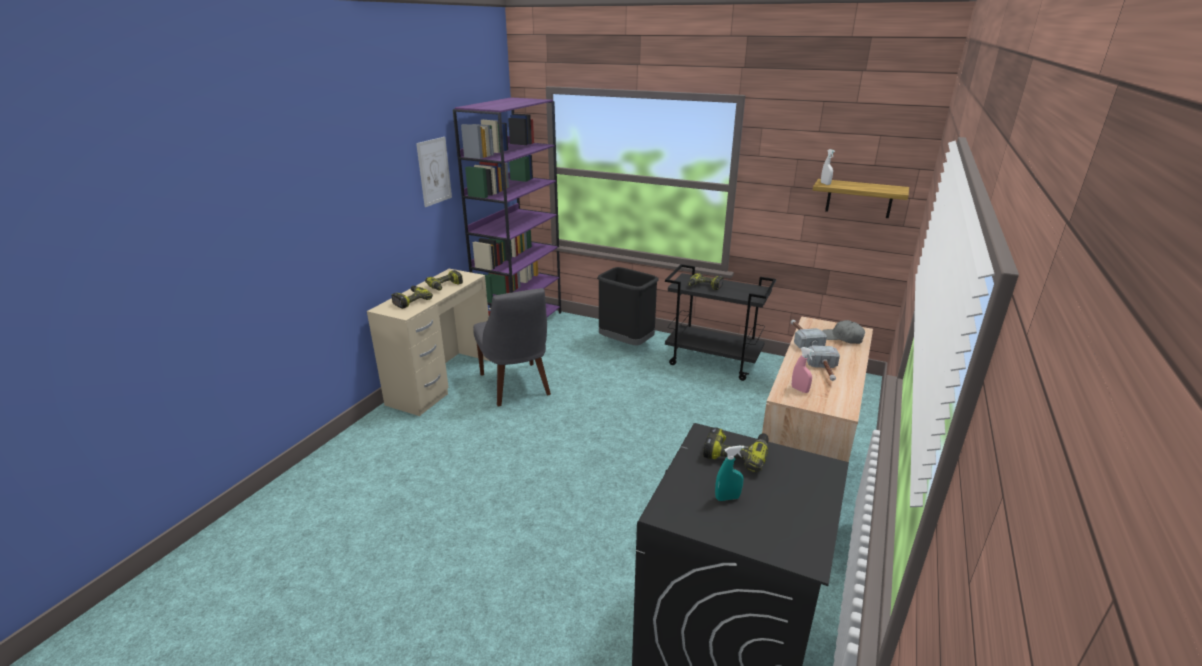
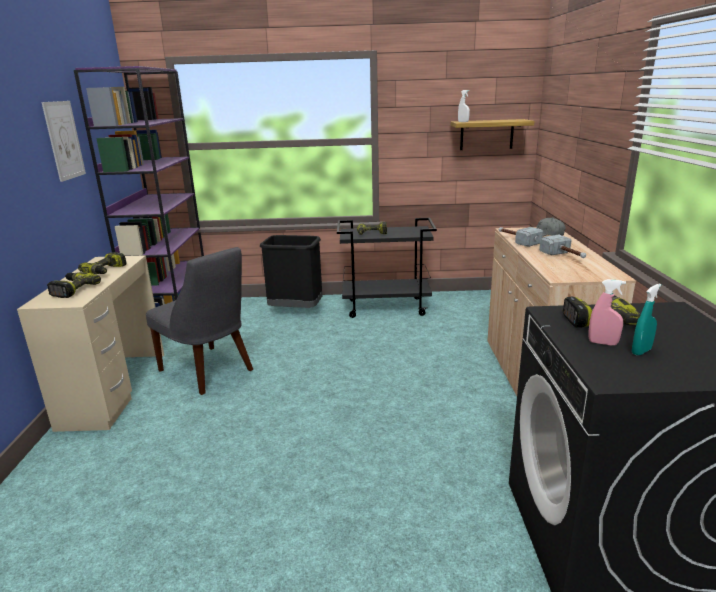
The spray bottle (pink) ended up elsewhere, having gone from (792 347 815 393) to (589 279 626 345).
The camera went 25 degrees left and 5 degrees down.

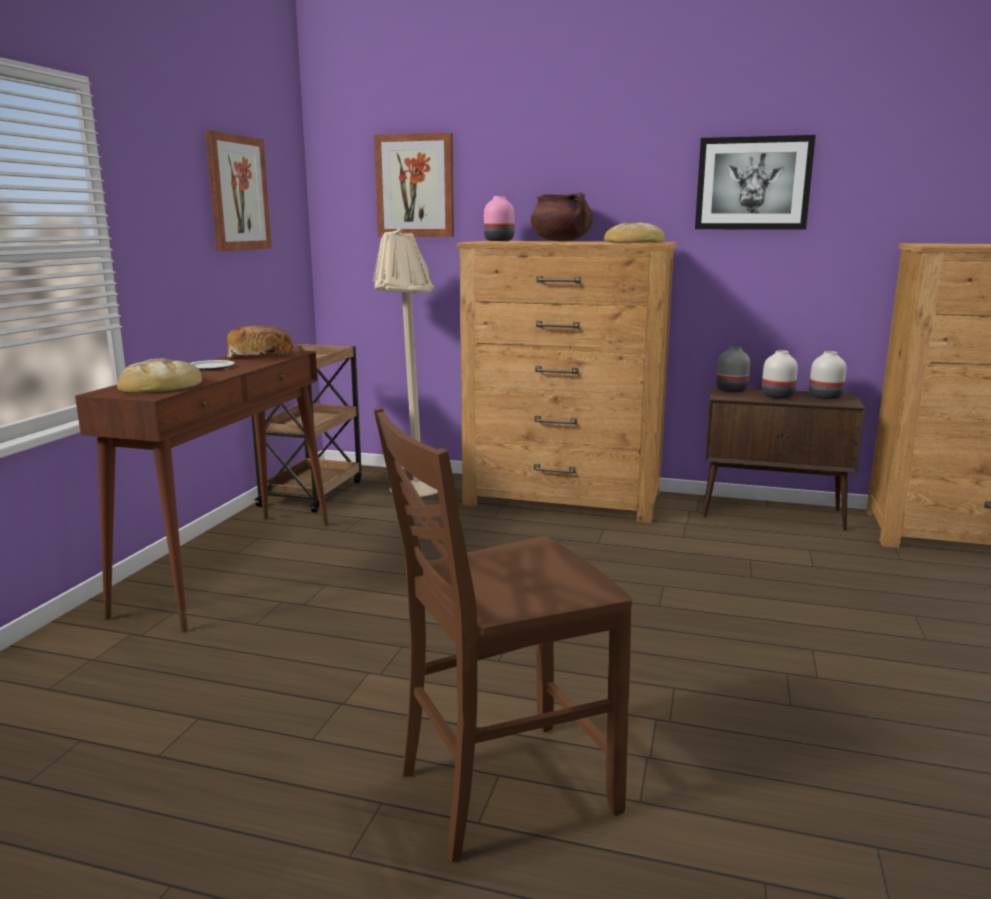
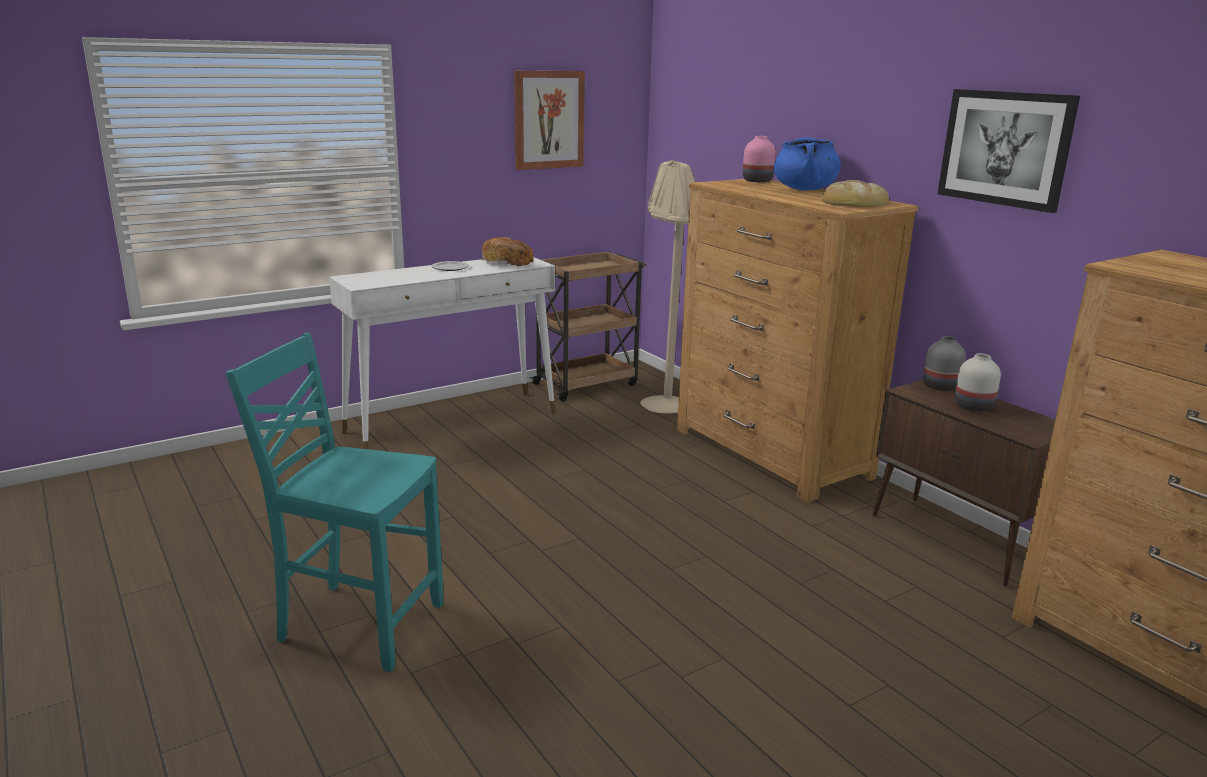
The second view lost the bread at (117 359 202 393).
The second view lost the picture at (374 133 454 237).
The second view lost the vase (white) at (809 351 847 399).
What was the console table (brown) at (75 350 329 632) turned into the console table (white) at (329 257 555 449).
What was the chair (brown) at (374 407 632 862) turned into the chair (turquoise) at (226 333 444 672).
What was the cooking pot (brown) at (531 192 593 241) turned into the cooking pot (blue) at (773 137 841 190).
The camera went 40 degrees right and 5 degrees up.

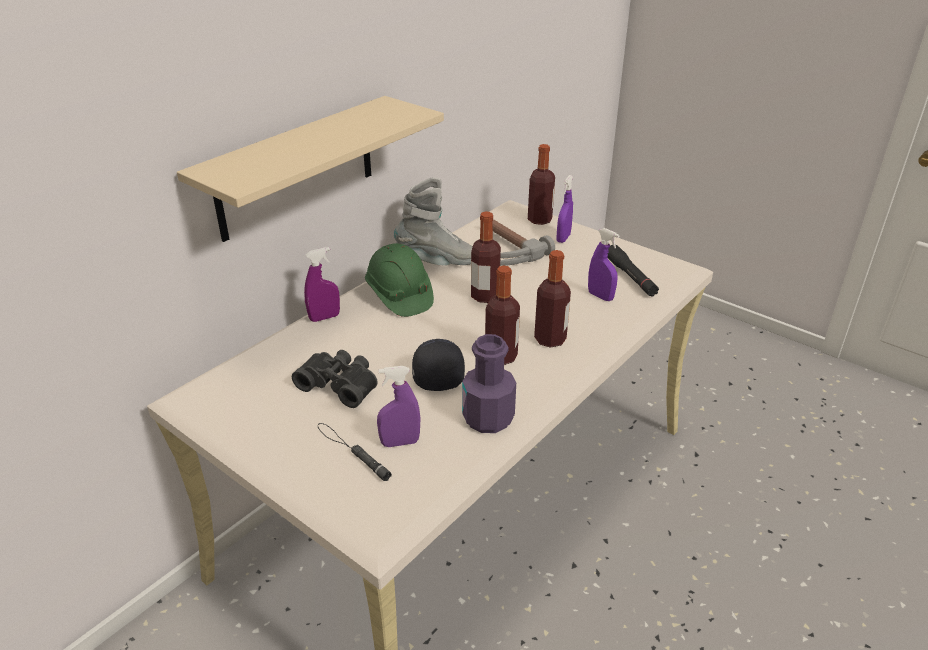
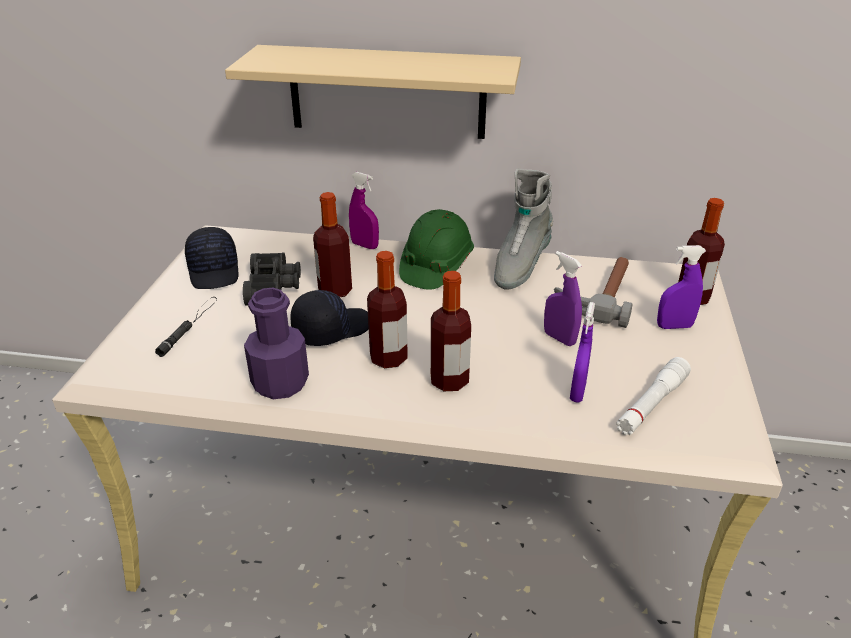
The second view gained the cap (black) at (185 227 239 289).
The spray bottle (purple) ended up elsewhere, having gone from (377 366 421 447) to (544 251 582 346).
The bottle ended up elsewhere, having gone from (471 212 501 303) to (313 192 352 297).
What was the flashlight (black) at (607 245 659 296) turned into the flashlight (white) at (616 357 691 435).
The boot (grey) at (394 178 473 266) ended up facing another way, 60 degrees clockwise from before.
The camera went 60 degrees right and 0 degrees up.

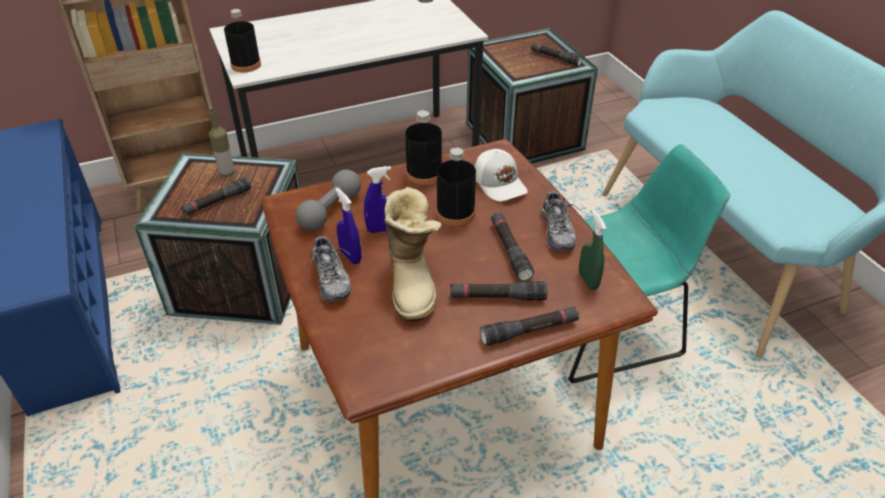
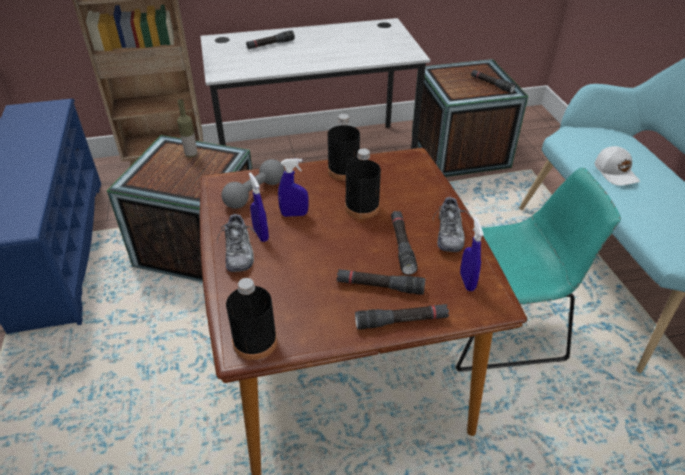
The second view lost the boot at (384 187 442 321).
The flashlight (black) ended up elsewhere, having gone from (181 177 251 216) to (246 30 295 49).
The bottle (black) ended up elsewhere, having gone from (224 9 261 72) to (226 278 277 360).
The cap (white) ended up elsewhere, having gone from (475 149 528 201) to (595 146 640 186).
What was the spray bottle (green) at (579 210 606 290) turned into the spray bottle (blue) at (460 217 484 291).
The camera went 10 degrees right and 0 degrees up.

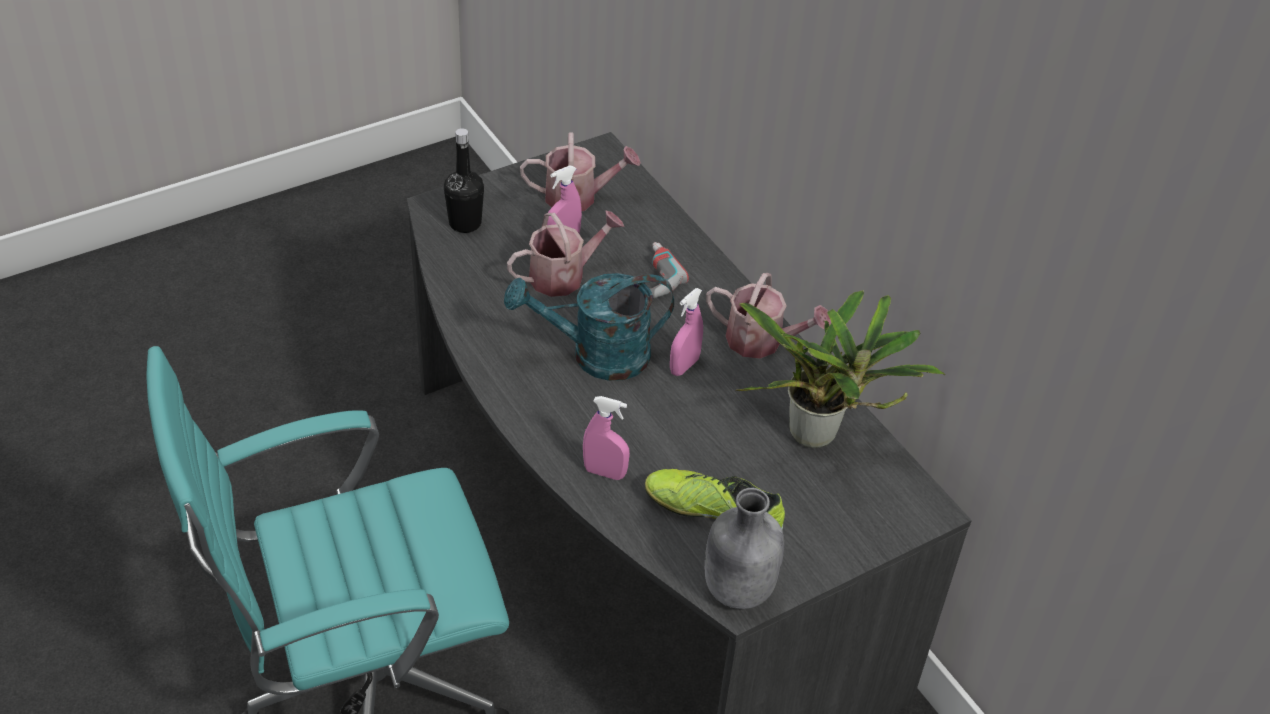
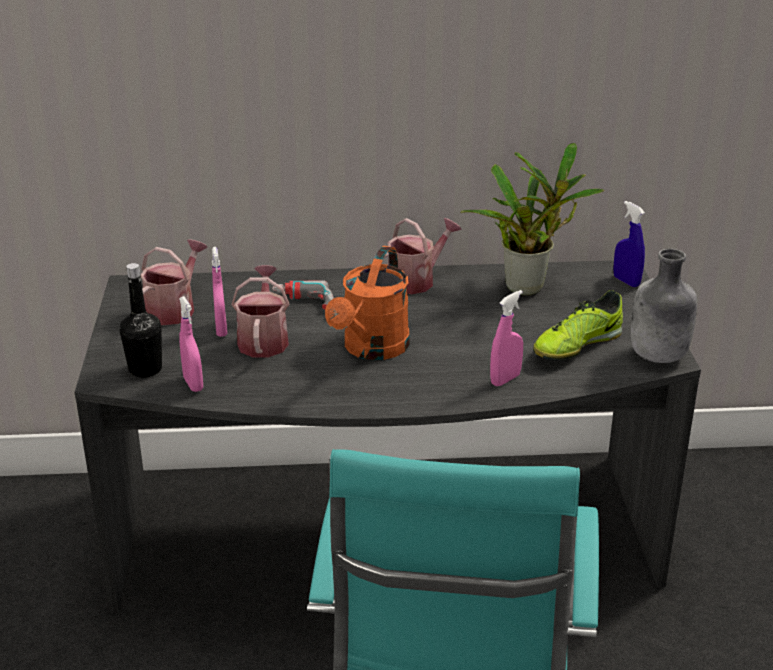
The second view gained the spray bottle (blue) at (613 201 645 287).
The spray bottle (pink) ended up elsewhere, having gone from (670 288 703 376) to (179 296 203 392).
What was the watering can (turquoise) at (504 273 674 381) turned into the watering can (orange) at (325 246 410 360).
The camera went 60 degrees left and 15 degrees down.

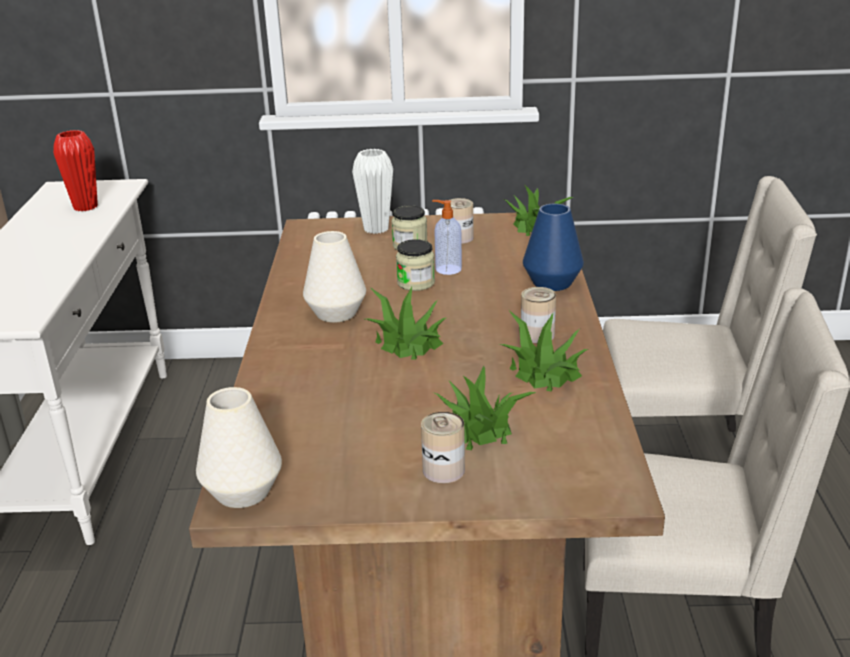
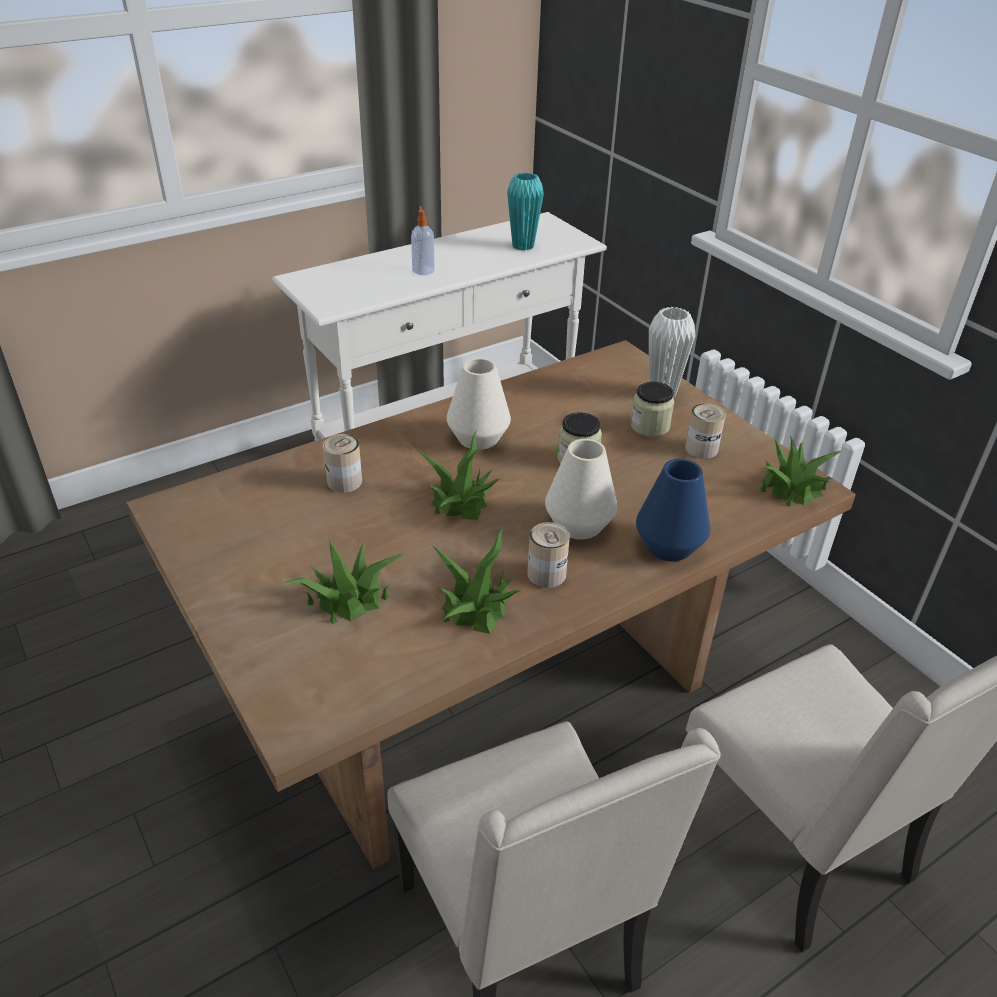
The vase (white) ended up elsewhere, having gone from (196 387 282 508) to (545 439 617 540).
The can ended up elsewhere, having gone from (421 412 465 483) to (323 434 362 493).
The soap dispenser ended up elsewhere, having gone from (432 200 462 275) to (411 206 435 275).
What was the vase (red) at (53 130 98 211) turned into the vase (turquoise) at (507 172 544 251).
The camera went 55 degrees right and 10 degrees up.

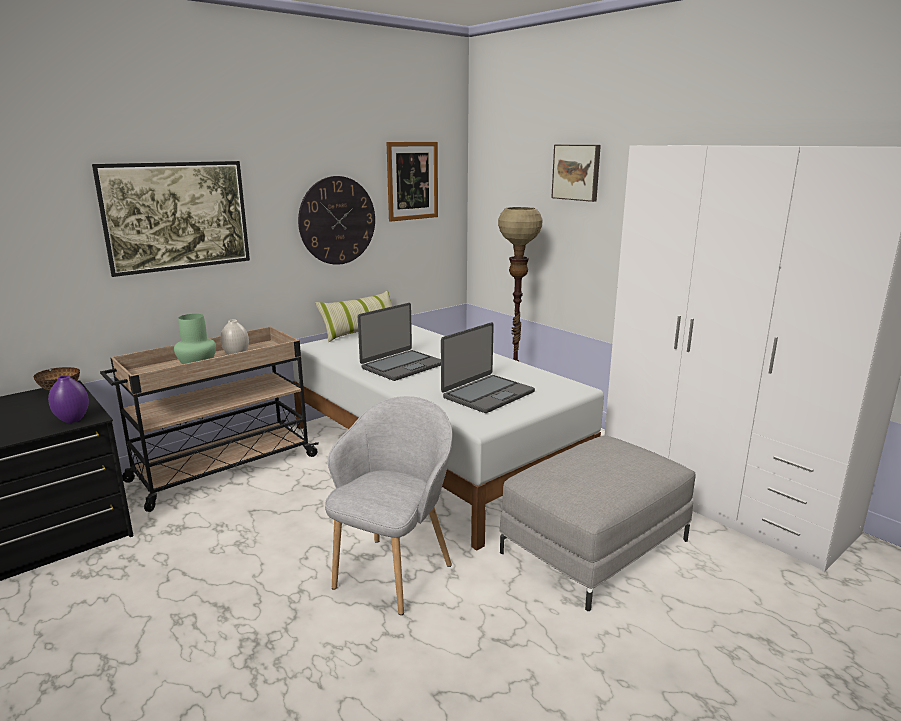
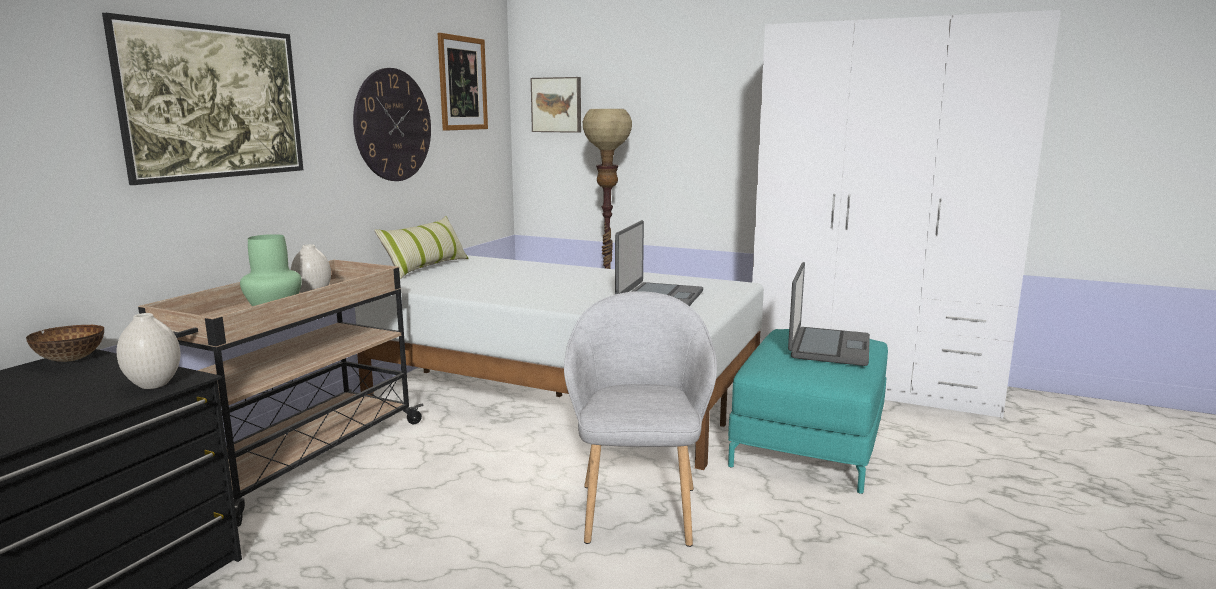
The laptop ended up elsewhere, having gone from (358 303 441 381) to (788 262 870 366).
The picture ended up elsewhere, having gone from (551 145 601 202) to (531 77 581 133).
What was the vase (purple) at (48 375 89 423) turned into the vase (white) at (116 313 181 389).
What was the ottoman (grey) at (499 435 695 611) turned into the ottoman (turquoise) at (728 329 888 494).
The camera went 25 degrees left and 5 degrees down.

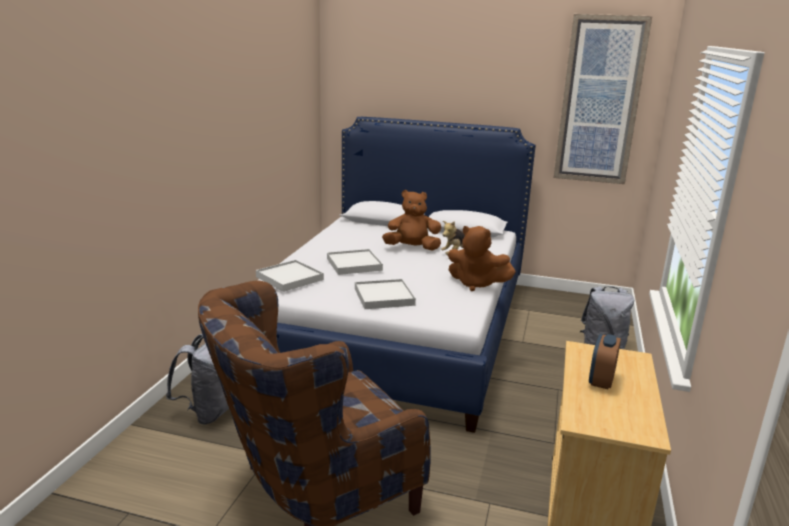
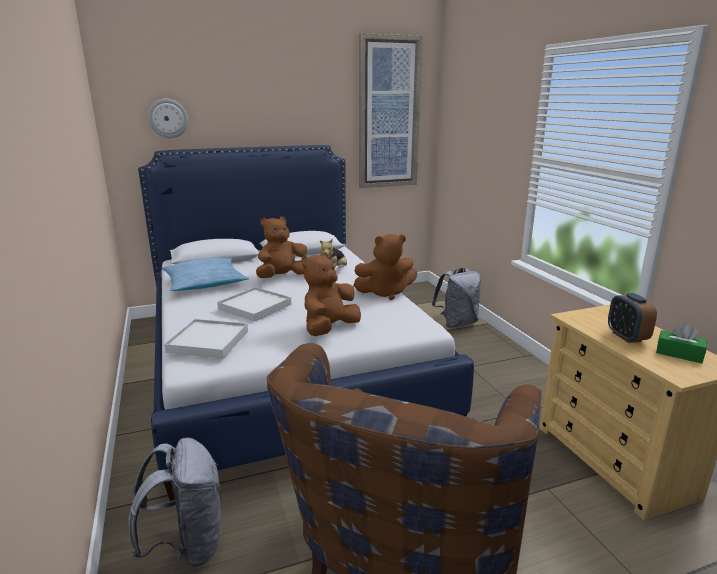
The second view gained the wall clock at (148 98 188 138).
The second view gained the pillow at (161 258 249 291).
The second view gained the tissue box (green) at (656 324 707 363).
Where the tray (white) stood at (355 279 416 309), the plush toy (brown) came to stand at (301 252 361 336).
The camera went 35 degrees left and 0 degrees up.

